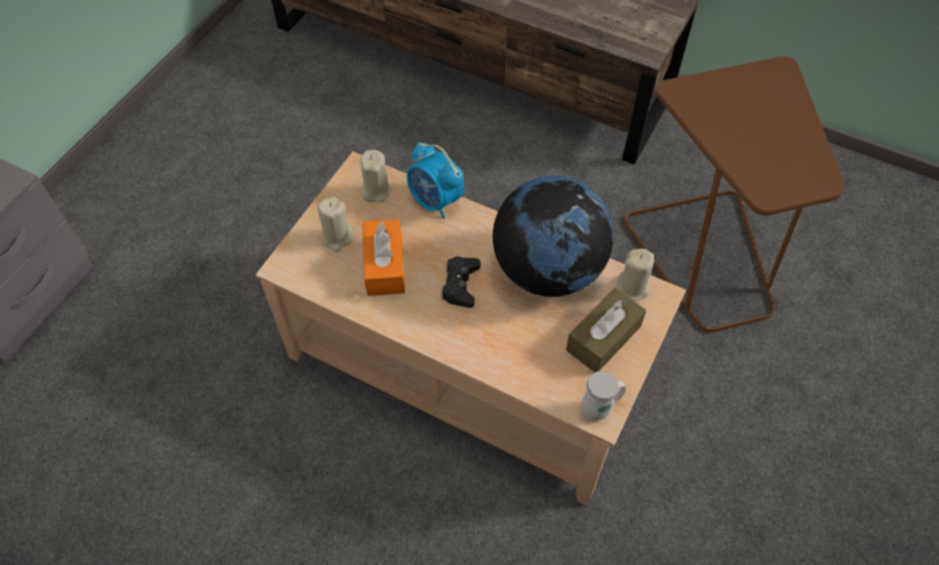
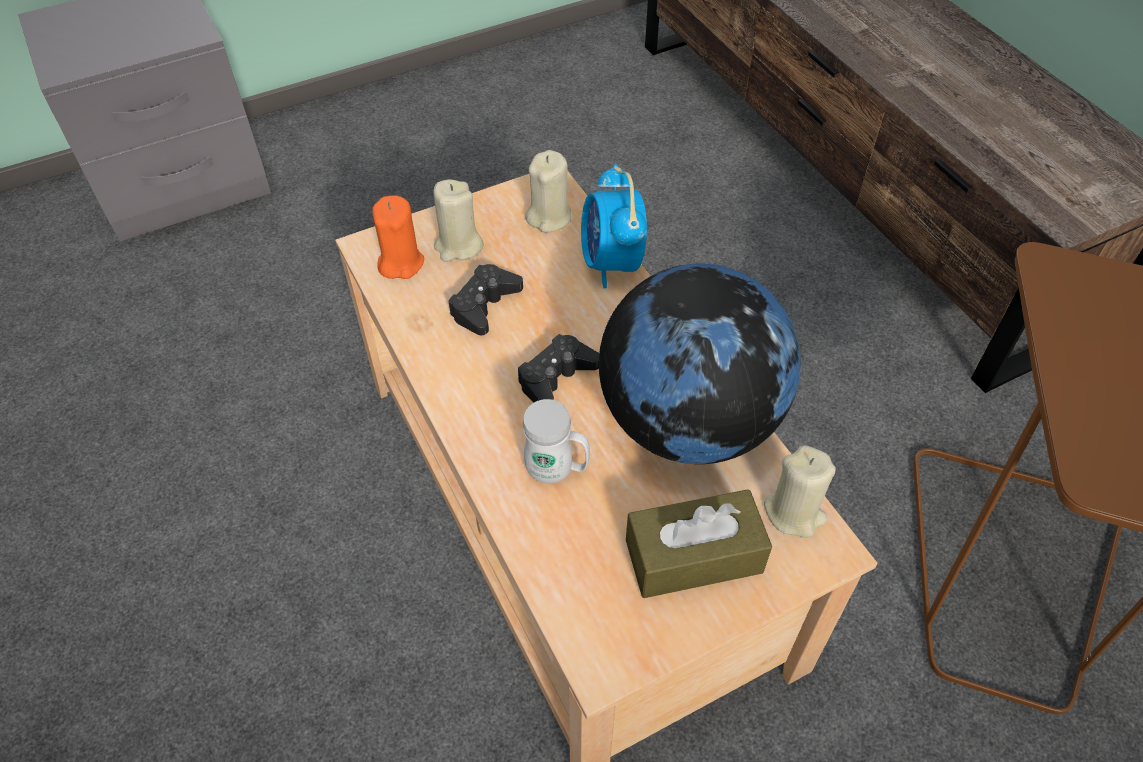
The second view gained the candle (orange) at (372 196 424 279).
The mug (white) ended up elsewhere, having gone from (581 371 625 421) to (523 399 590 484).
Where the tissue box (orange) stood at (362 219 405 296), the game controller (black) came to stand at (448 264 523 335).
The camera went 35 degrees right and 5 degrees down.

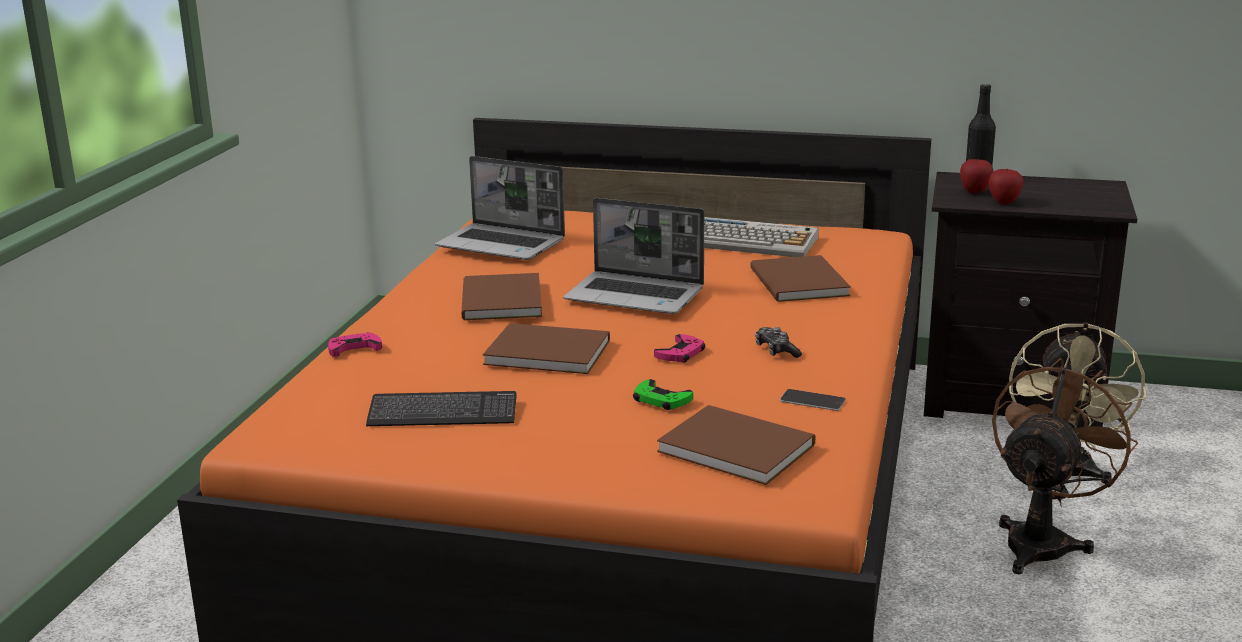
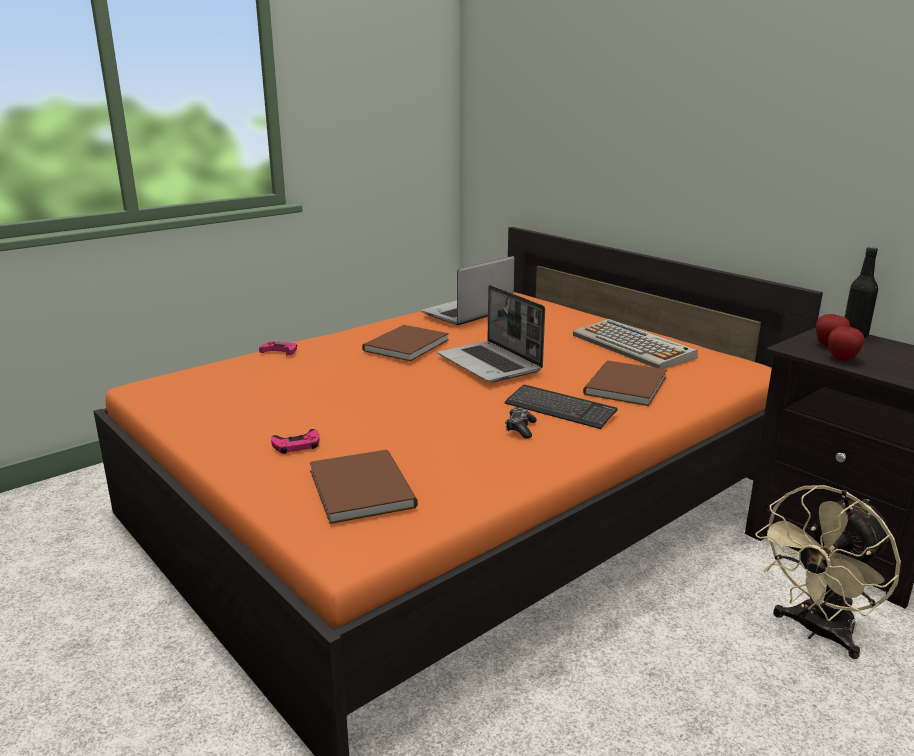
The second view lost the book (brown) at (483 323 610 374).
The second view lost the game controller (green) at (633 379 693 410).
The second view lost the phone at (780 389 846 411).
The second view lost the fan (brown) at (992 358 1138 574).
The keyboard ended up elsewhere, having gone from (366 391 517 426) to (504 385 618 429).
The game controller (pink) ended up elsewhere, having gone from (654 334 705 363) to (271 429 319 454).
The laptop at (435 156 565 260) ended up facing another way, 75 degrees clockwise from before.
The camera went 35 degrees right and 0 degrees up.

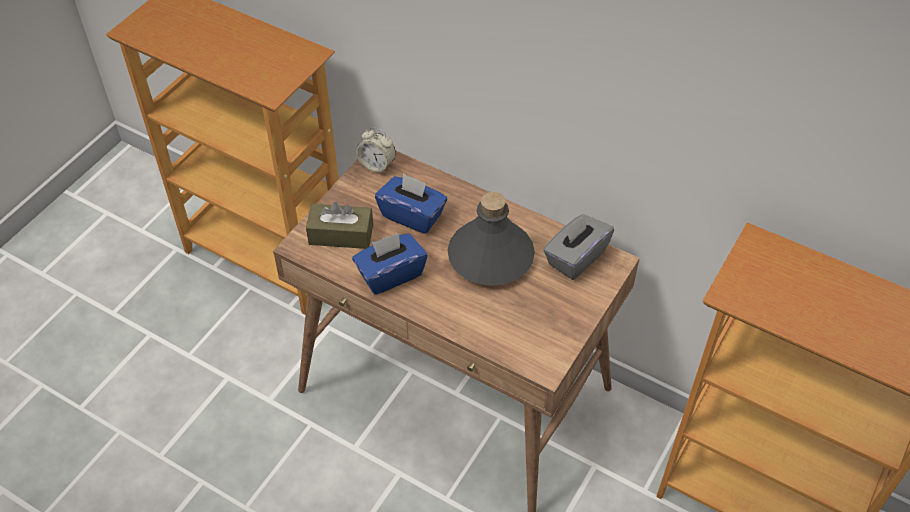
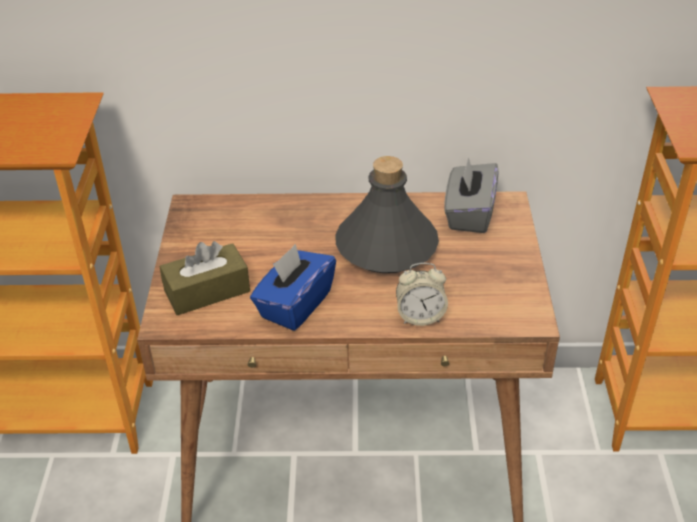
The second view lost the tissue box (blue) at (375 173 447 234).
The alarm clock ended up elsewhere, having gone from (356 127 396 174) to (396 263 448 326).
The camera went 30 degrees left and 10 degrees down.

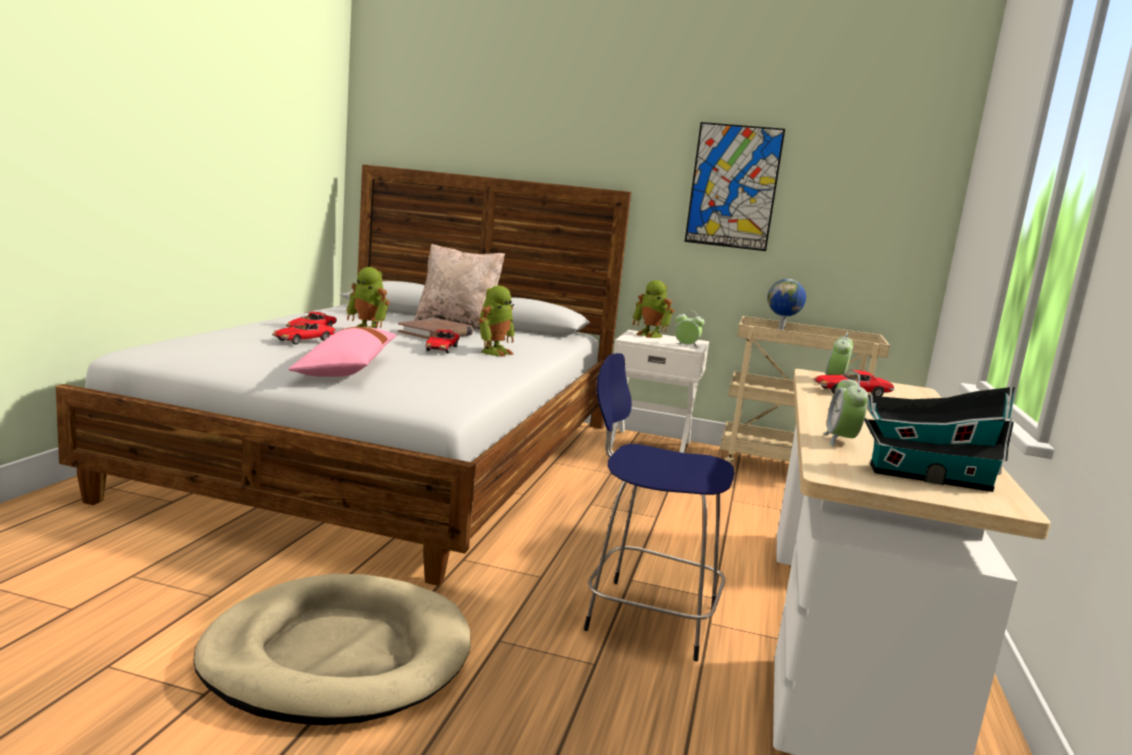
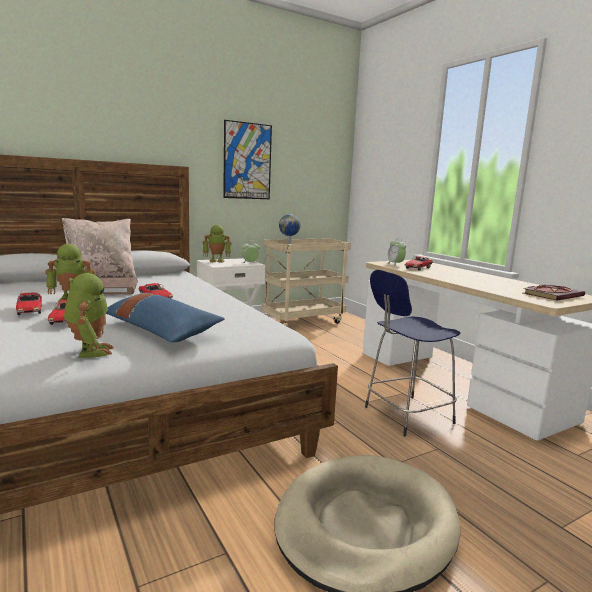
The second view lost the alarm clock at (823 374 868 446).
The toy robot ended up elsewhere, having gone from (478 286 515 357) to (64 273 114 358).
Where the toy house stood at (864 385 1015 492), the book came to stand at (523 284 585 301).
What was the pillow (pink) at (288 327 397 377) turned into the pillow (blue) at (105 293 225 342).
The camera went 45 degrees left and 0 degrees up.

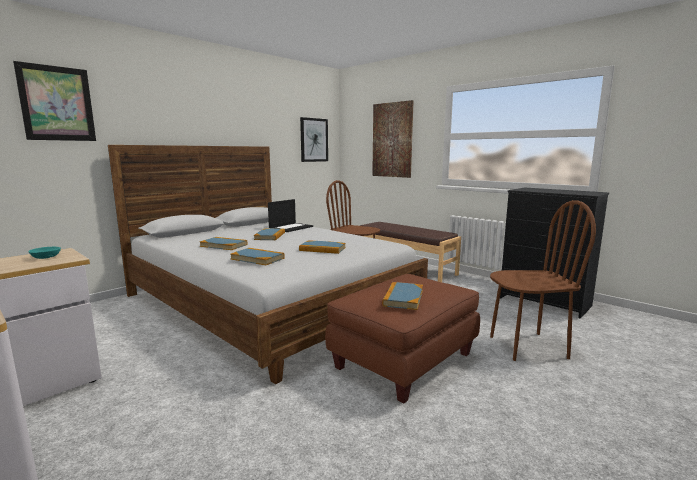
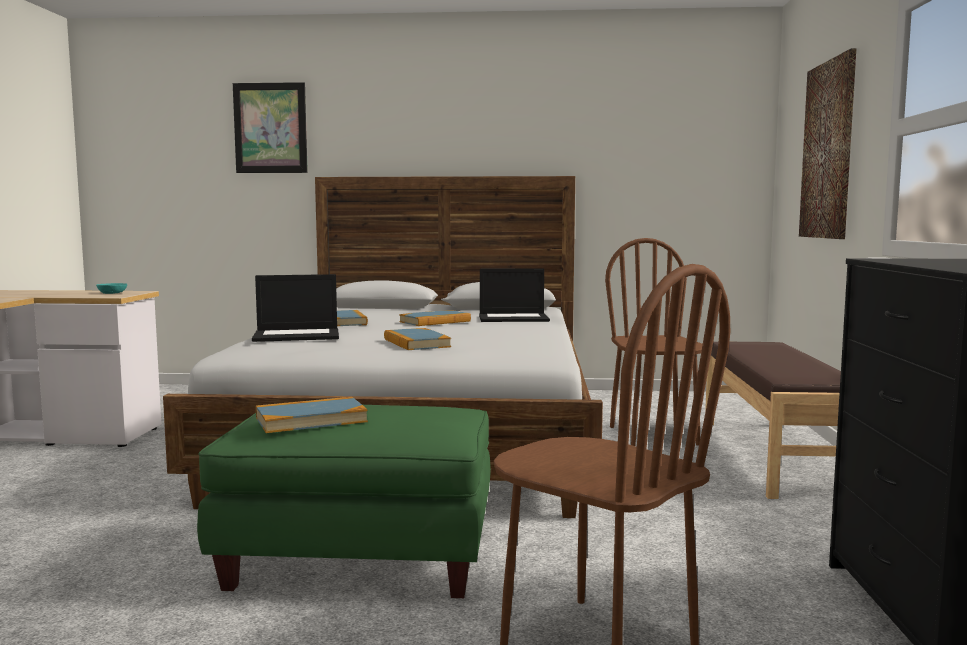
The second view lost the picture at (300 117 328 162).
Where the book stood at (231 248 285 265), the laptop came to stand at (252 274 339 342).
What was the ottoman (brown) at (325 274 480 404) turned into the ottoman (green) at (197 405 491 598).
The camera went 50 degrees right and 5 degrees down.

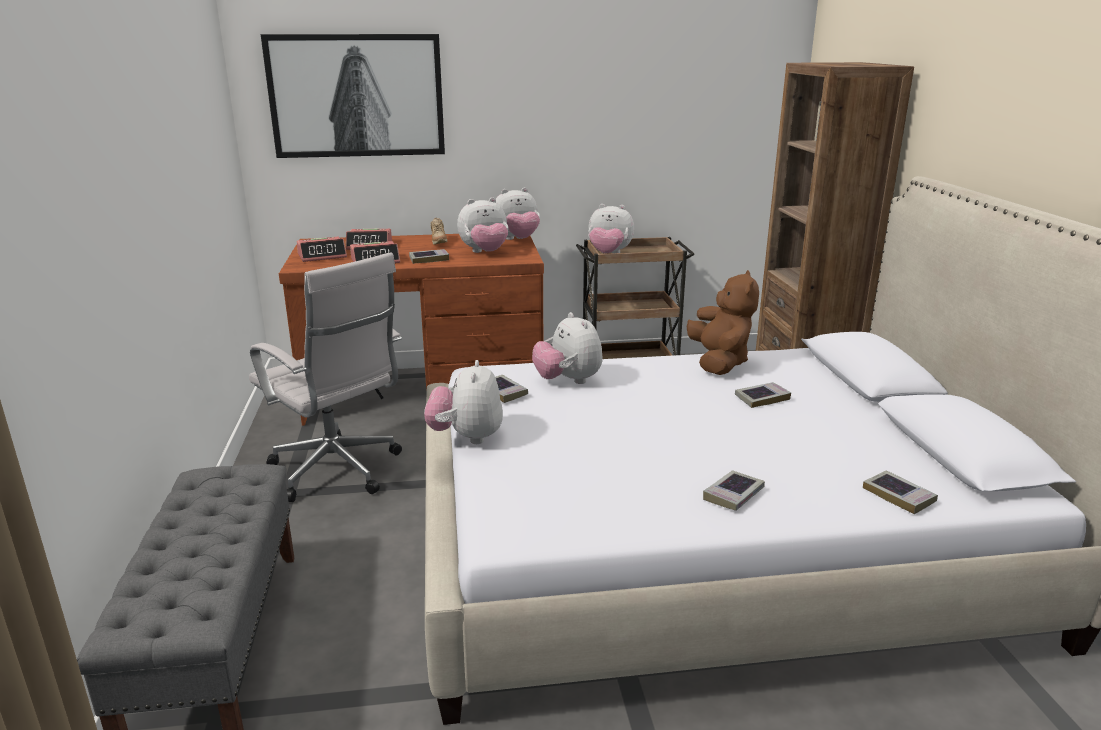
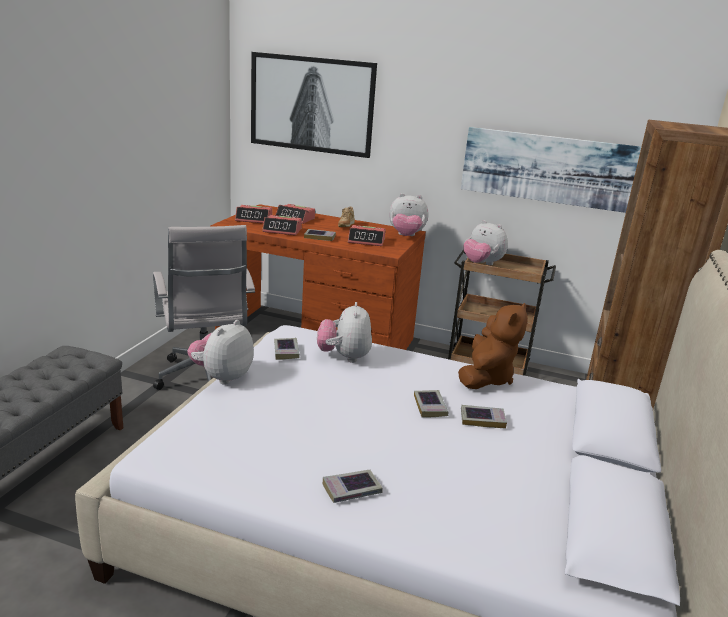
The second view gained the picture at (461 127 641 213).
The book ended up elsewhere, having gone from (863 470 938 514) to (414 390 448 418).
Where the plush toy stood at (457 197 508 253), the alarm clock came to stand at (348 225 386 246).
The camera went 25 degrees right and 0 degrees up.

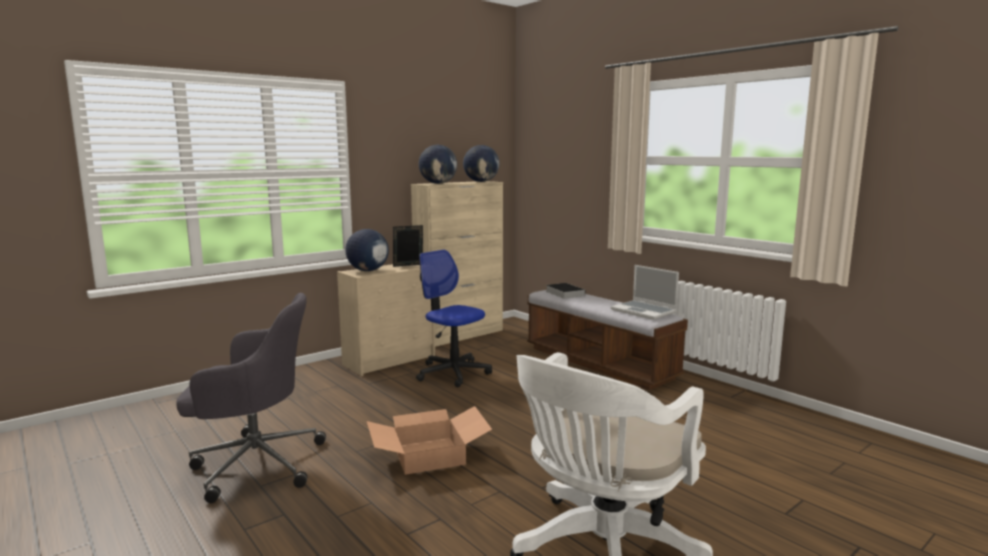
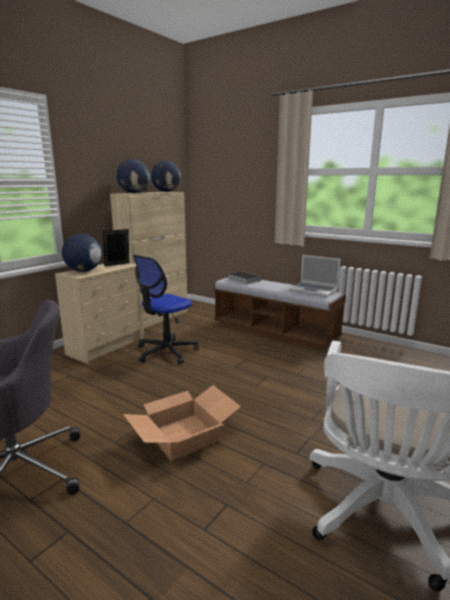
The office chair at (416 250 492 387) ended up facing another way, 75 degrees counterclockwise from before.
The camera went 15 degrees left and 5 degrees up.

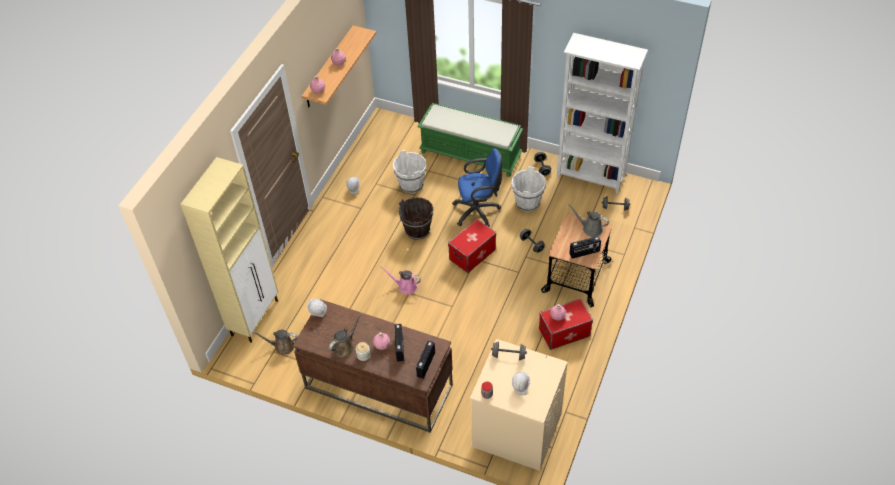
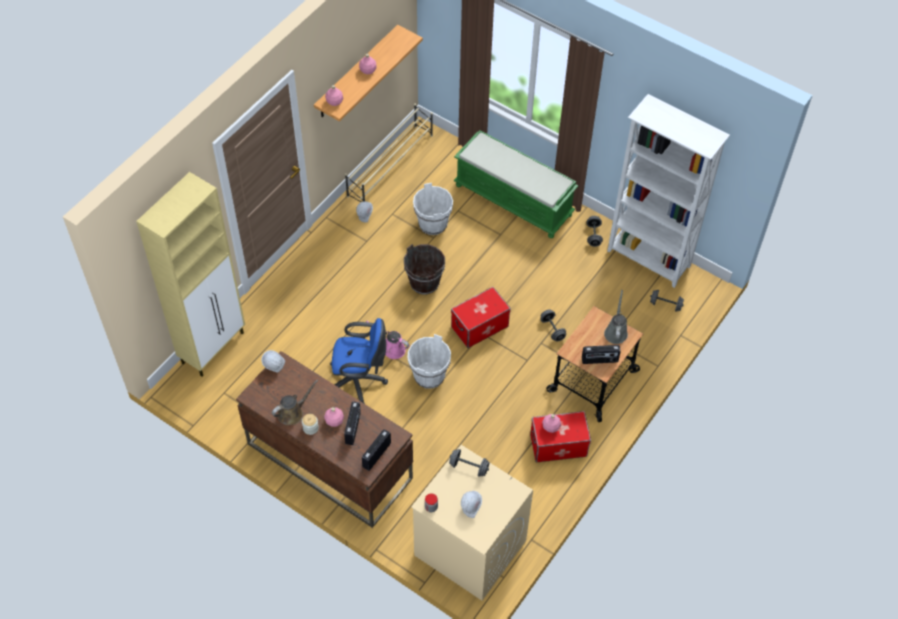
The second view lost the watering can (brown) at (252 330 298 355).
The second view gained the shoe rack (beige) at (345 103 433 202).
The office chair (blue) ended up elsewhere, having gone from (453 148 502 227) to (330 318 388 404).
The bucket (white) ended up elsewhere, having gone from (512 167 546 212) to (408 334 451 389).
The watering can (grey) at (568 204 609 237) ended up facing another way, 60 degrees clockwise from before.
The camera went 10 degrees right and 5 degrees up.

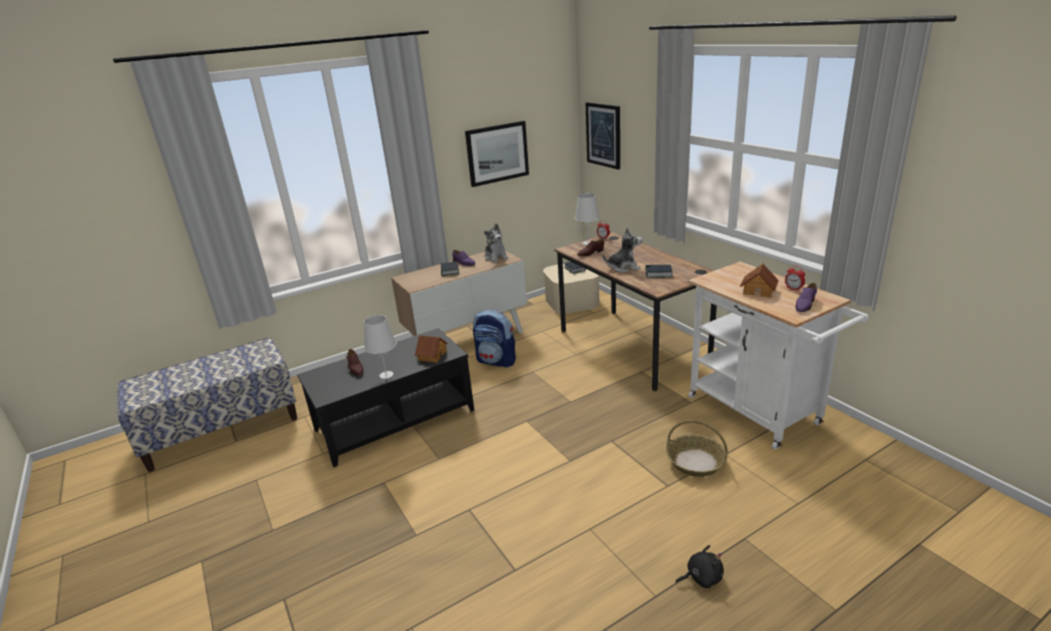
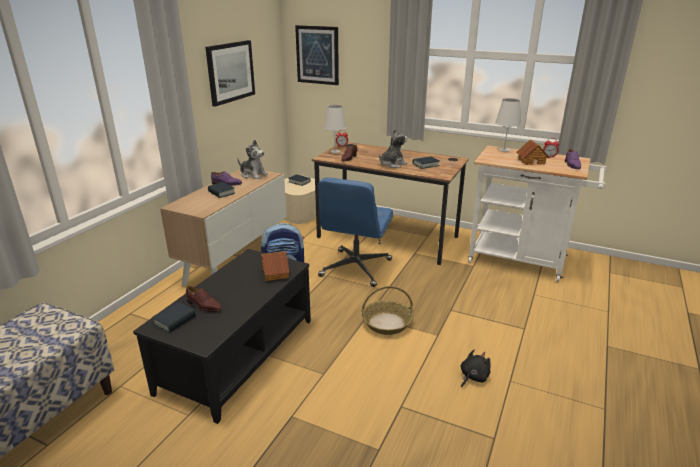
The second view gained the book at (152 302 196 333).
The second view gained the office chair (blue) at (318 177 393 287).
The table lamp (white) ended up elsewhere, having gone from (364 315 397 379) to (495 98 521 152).
The basket ended up elsewhere, having gone from (666 420 728 477) to (362 286 413 335).
The plush toy (black) ended up elsewhere, having gone from (676 545 724 588) to (461 350 491 387).
The camera went 35 degrees left and 0 degrees up.

